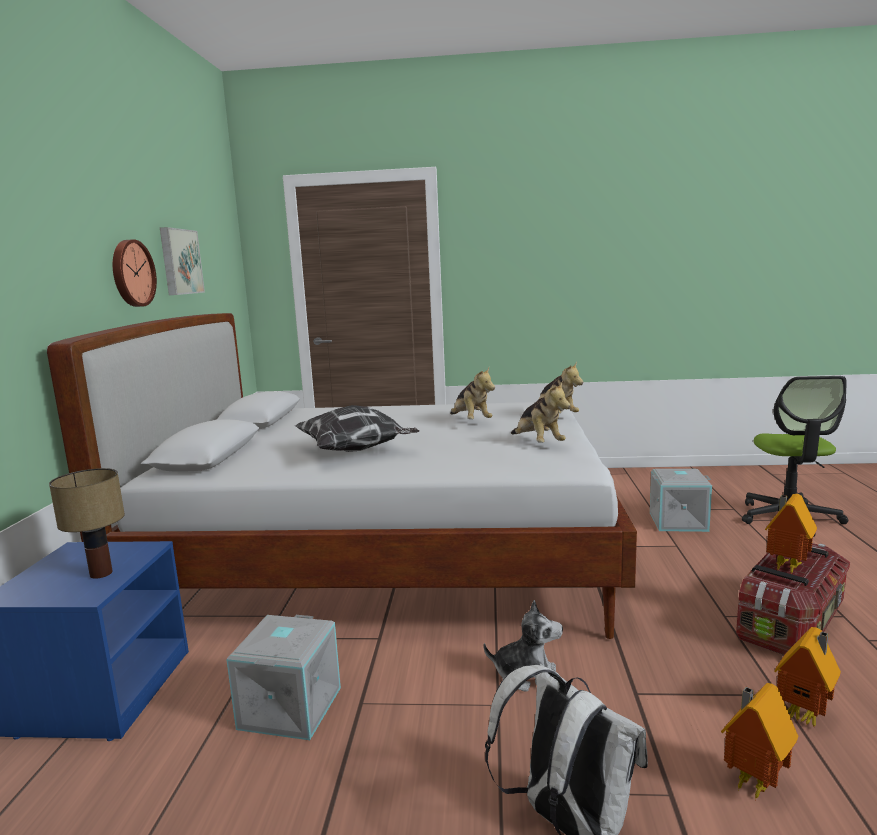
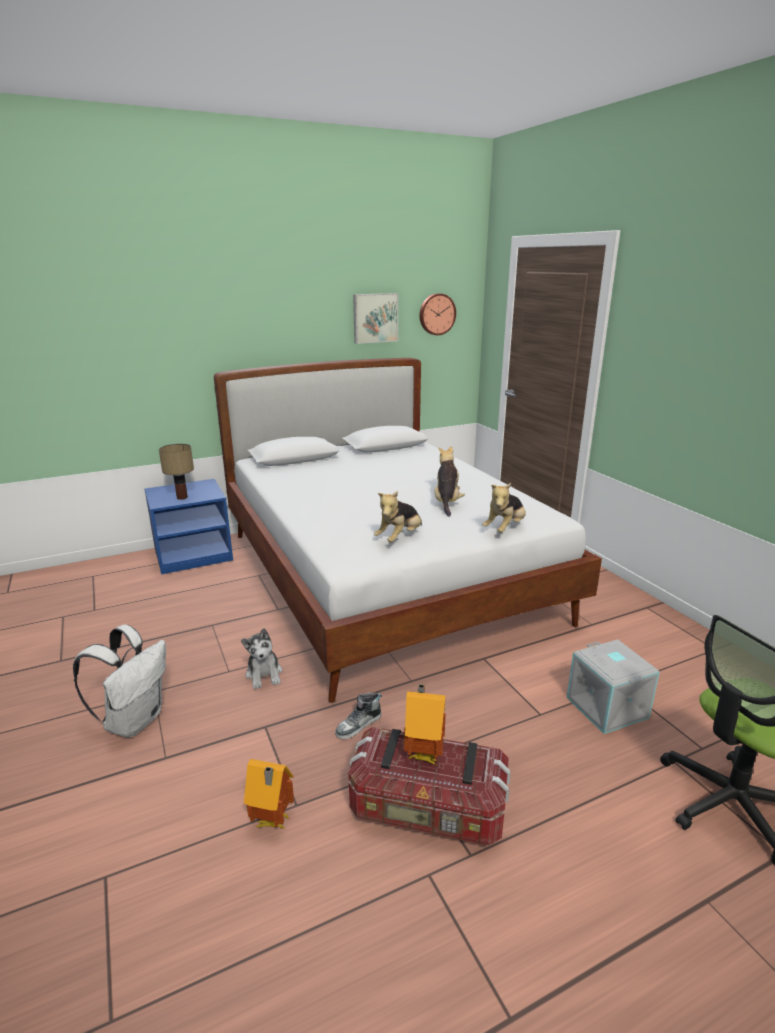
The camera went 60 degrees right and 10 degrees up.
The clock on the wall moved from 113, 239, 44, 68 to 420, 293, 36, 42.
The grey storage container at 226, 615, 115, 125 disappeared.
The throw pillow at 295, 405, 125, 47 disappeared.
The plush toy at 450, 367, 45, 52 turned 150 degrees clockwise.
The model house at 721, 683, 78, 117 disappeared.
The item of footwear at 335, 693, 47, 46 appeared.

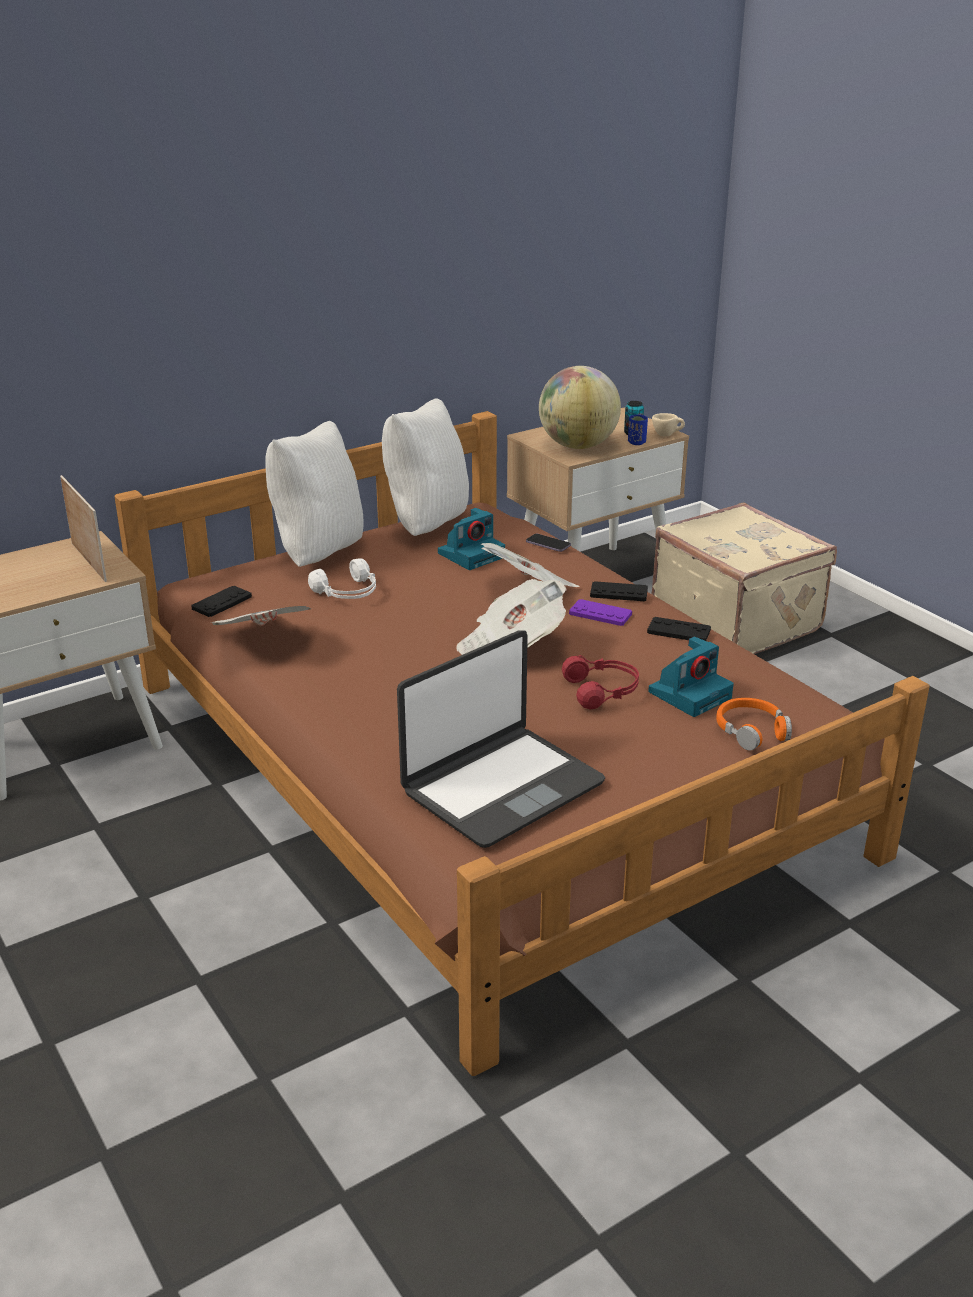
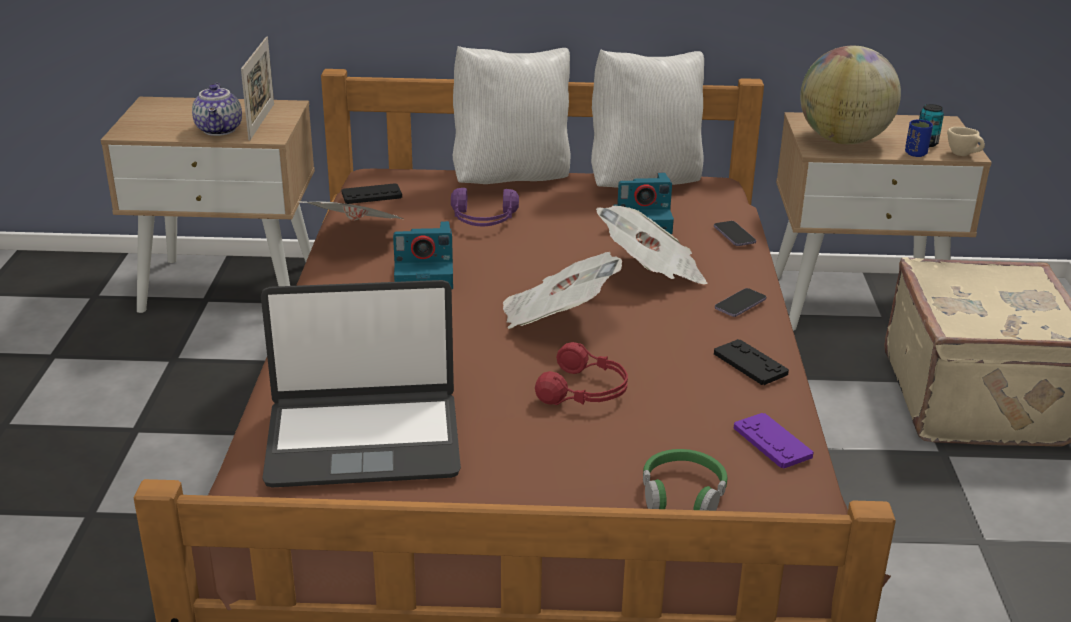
The camera went 35 degrees right and 0 degrees up.
The white-coloured headphones at 308, 558, 68, 41 became the purple headphones at 451, 188, 68, 38.
The purple gamepad moved from 569, 599, 63, 27 to 733, 413, 80, 55.
The black gamepad at 590, 581, 58, 20 was replaced by the telephone at 715, 288, 51, 29.
The still camera moved from 648, 637, 86, 80 to 393, 221, 60, 68.
The orange-coloured headphones at 716, 698, 76, 53 became the green-coloured headphones at 643, 449, 84, 62.
The tea pot at 192, 83, 50, 53 appeared.

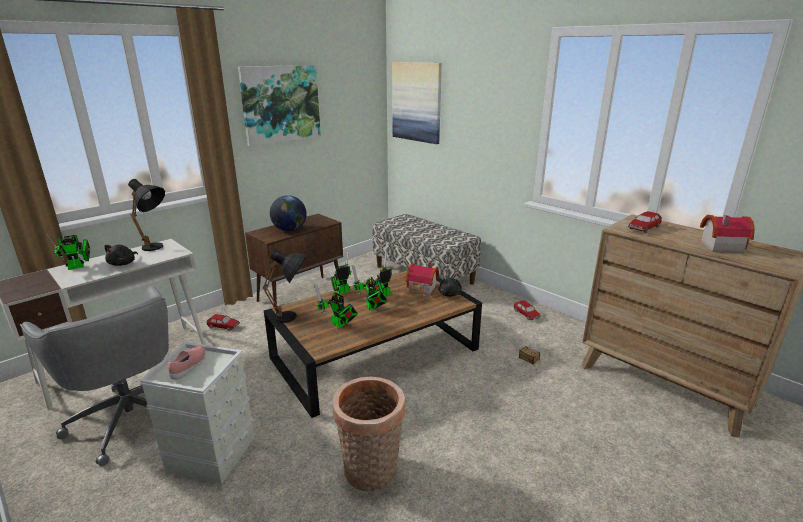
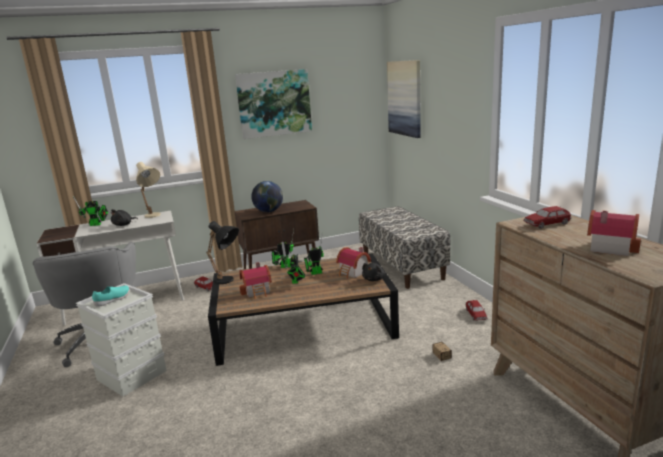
The camera went 25 degrees right and 5 degrees down.
The black table lamp at 128, 179, 37, 72 became the sand-coloured table lamp at 136, 162, 25, 56.
The pink-coloured item of footwear at 168, 345, 38, 35 became the turquoise-coloured item of footwear at 92, 285, 38, 21.
The toy robot at 314, 284, 44, 44 was replaced by the model house at 239, 262, 33, 37.
The storage basket at 333, 376, 72, 116 disappeared.

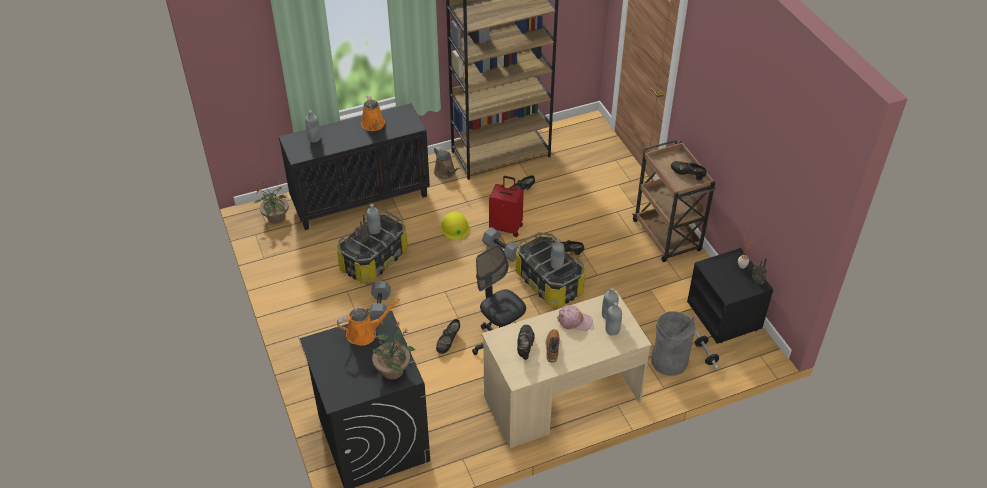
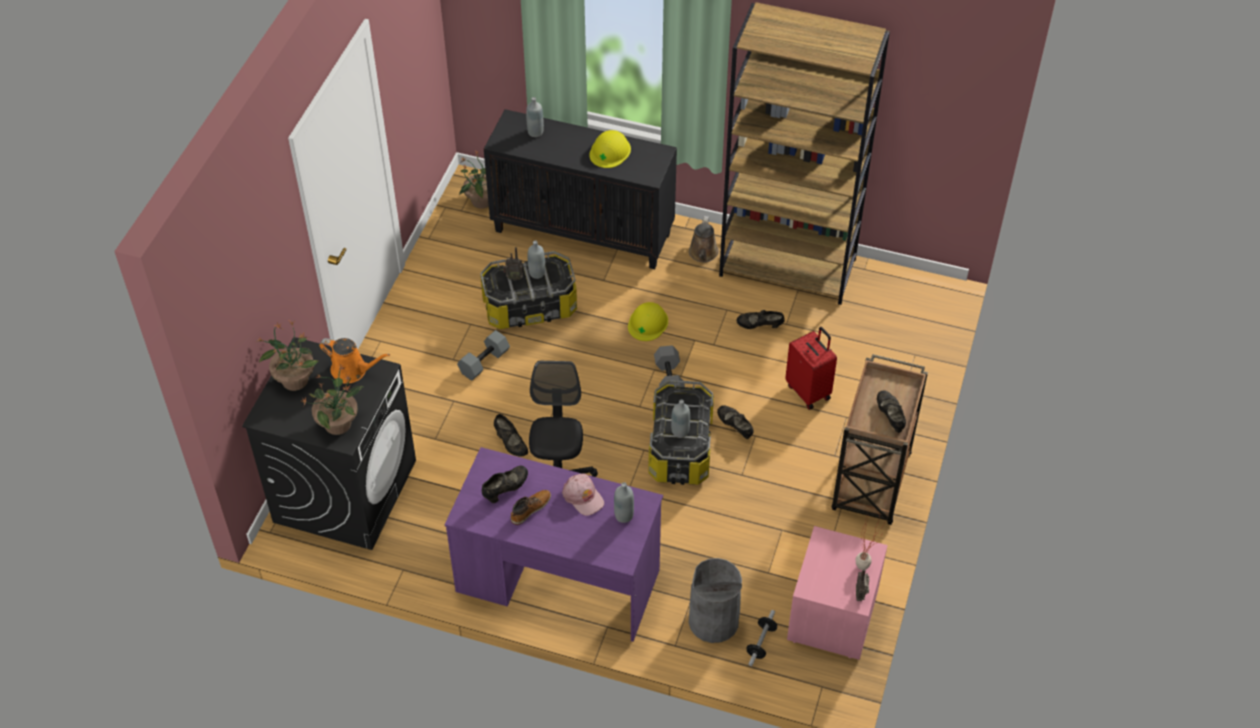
The camera went 40 degrees right and 5 degrees up.
The orange-coloured watering pot at 361, 95, 24, 36 was replaced by the yellow hard hat at 589, 130, 42, 38.
The black item of footwear at 436, 319, 24, 35 turned 105 degrees counterclockwise.
The sand-coloured desk at 482, 291, 170, 157 became the purple desk at 445, 447, 218, 195.
The reddish piece of luggage moved from 489, 176, 35, 61 to 785, 327, 52, 83.
The grey drink bottle at 605, 302, 17, 34 disappeared.
The black nightstand at 687, 248, 87, 96 became the pink-coloured nightstand at 787, 526, 101, 134.
The potted plant at 256, 321, 62, 70 appeared.

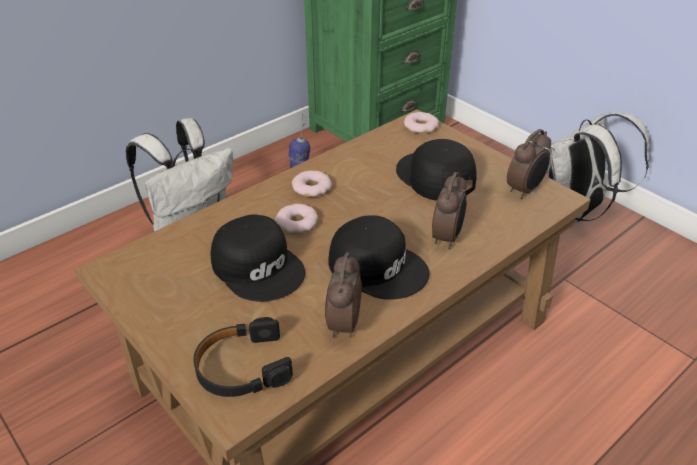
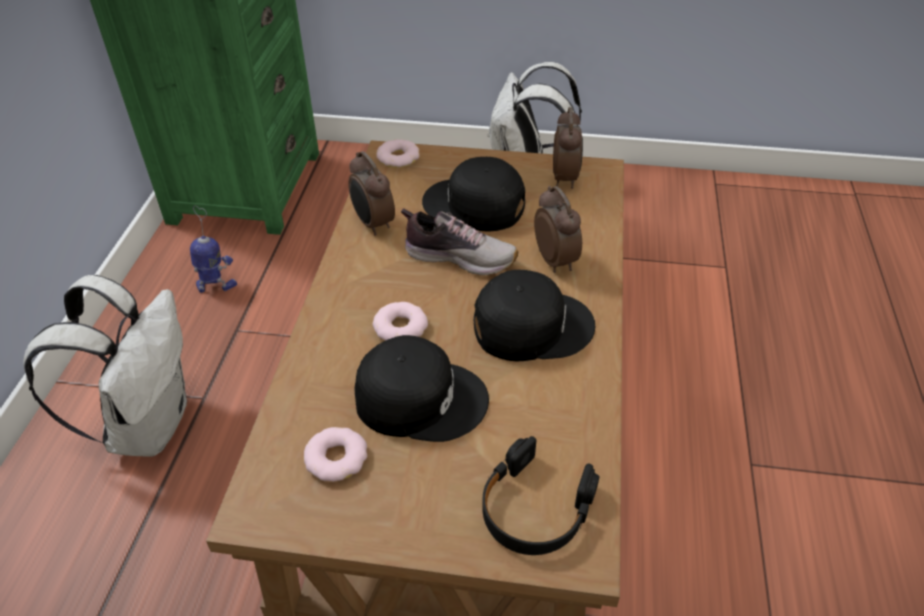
The camera went 40 degrees left and 5 degrees up.
The ring doughnut moved from 292, 170, 40, 27 to 304, 427, 63, 55.
The bedside clock moved from 325, 252, 37, 86 to 348, 151, 47, 85.
The item of footwear at 401, 208, 117, 68 appeared.

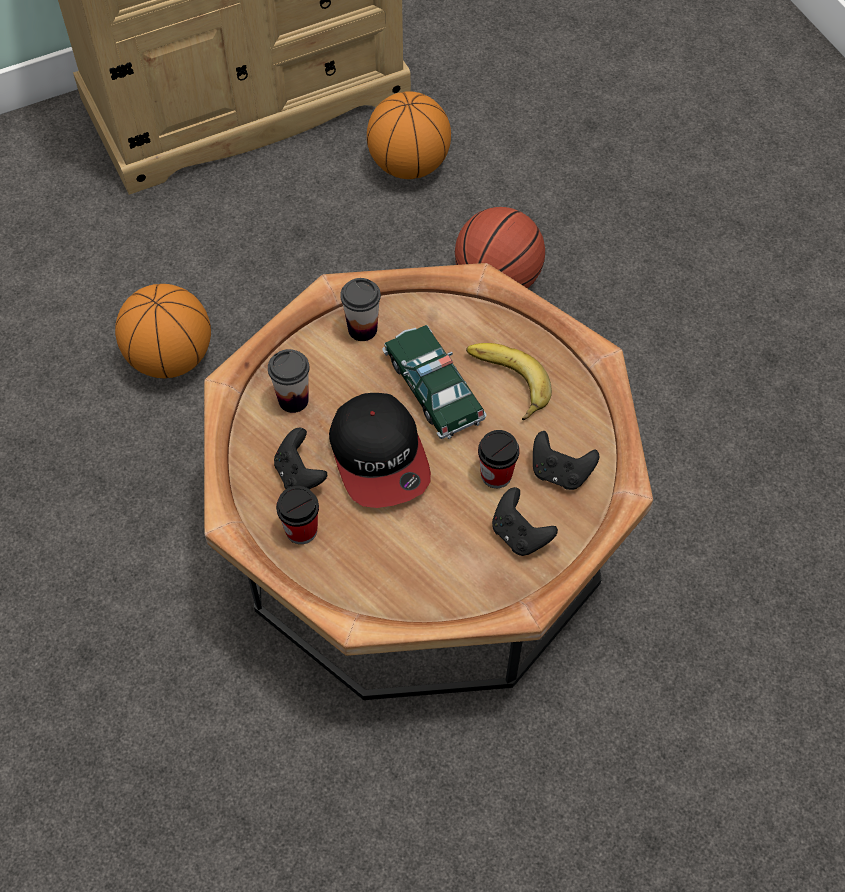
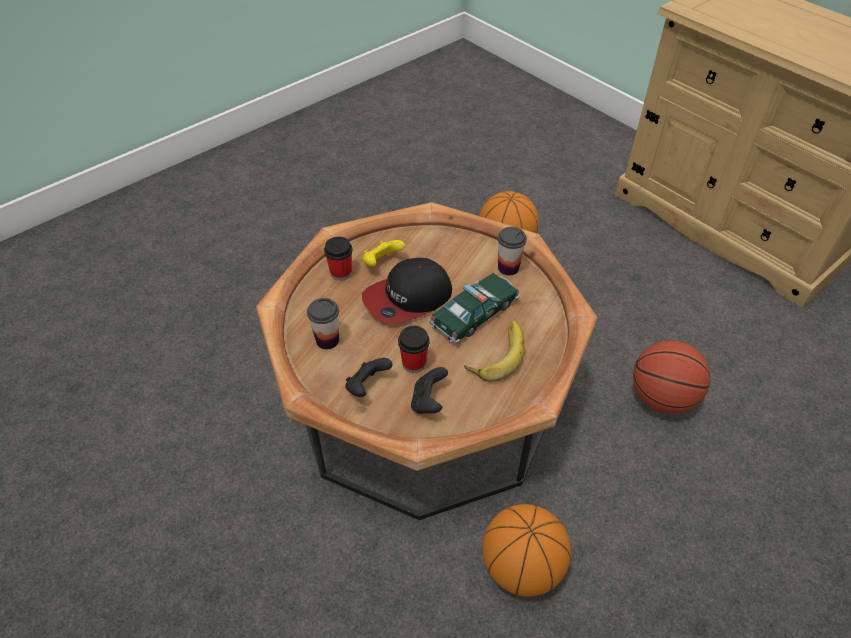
The camera went 75 degrees right and 10 degrees down.
The cup moved from 268, 349, 42, 64 to 307, 298, 32, 51.
The black gamepad at 274, 427, 53, 62 became the yellow gamepad at 362, 240, 43, 26.
The ball for basketball moved from 367, 91, 84, 88 to 482, 504, 89, 93.

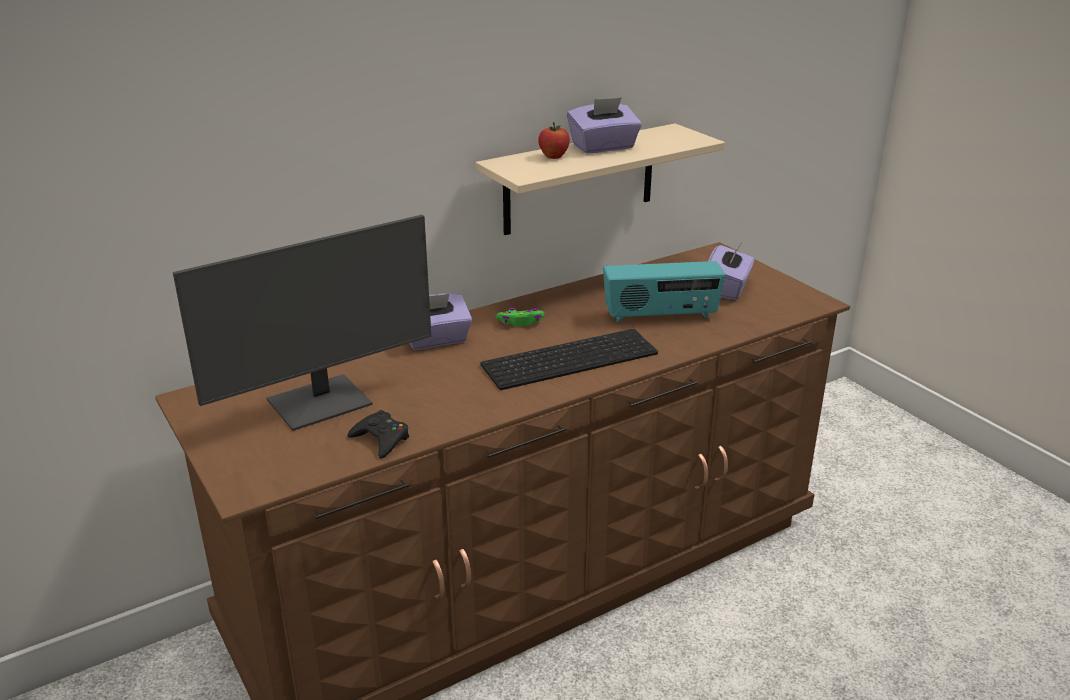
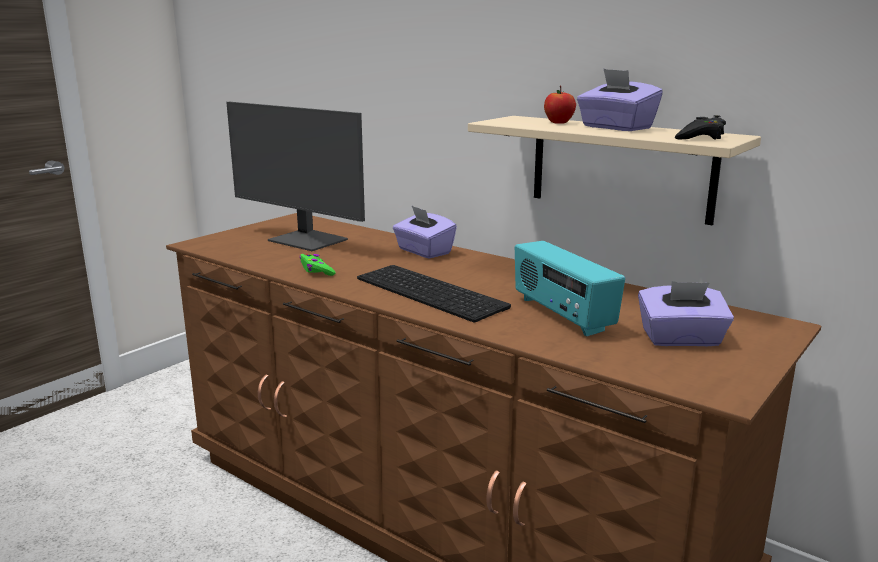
The camera went 70 degrees right and 10 degrees down.
The black gamepad moved from 348, 410, 61, 48 to 675, 115, 51, 25.
The green-coloured gamepad moved from 496, 308, 49, 18 to 300, 254, 36, 22.

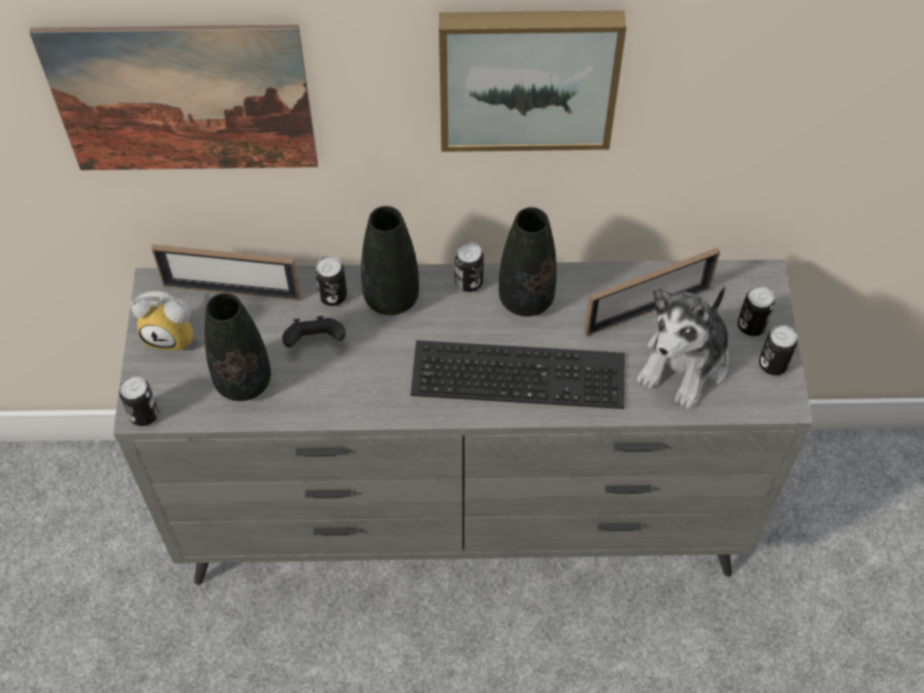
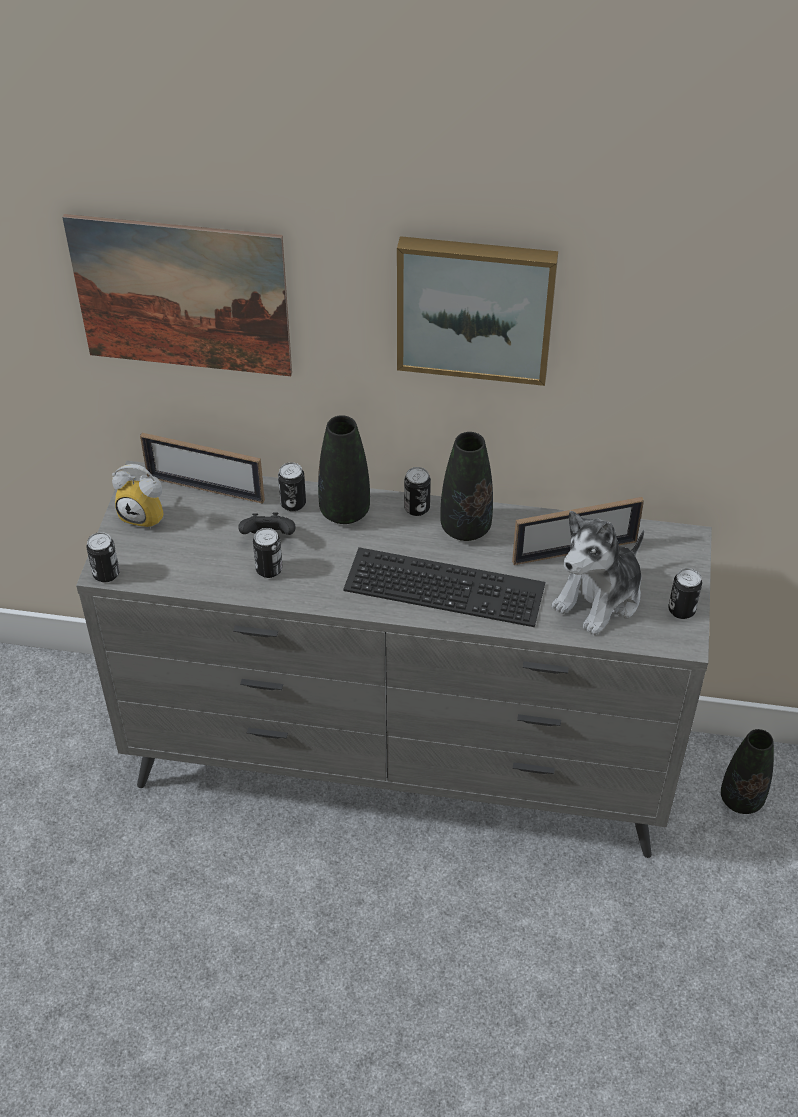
The camera went 10 degrees right and 10 degrees down.
The black flower vase moved from 205, 293, 66, 108 to 721, 729, 53, 85.
The metal can moved from 738, 286, 37, 50 to 253, 528, 30, 50.

